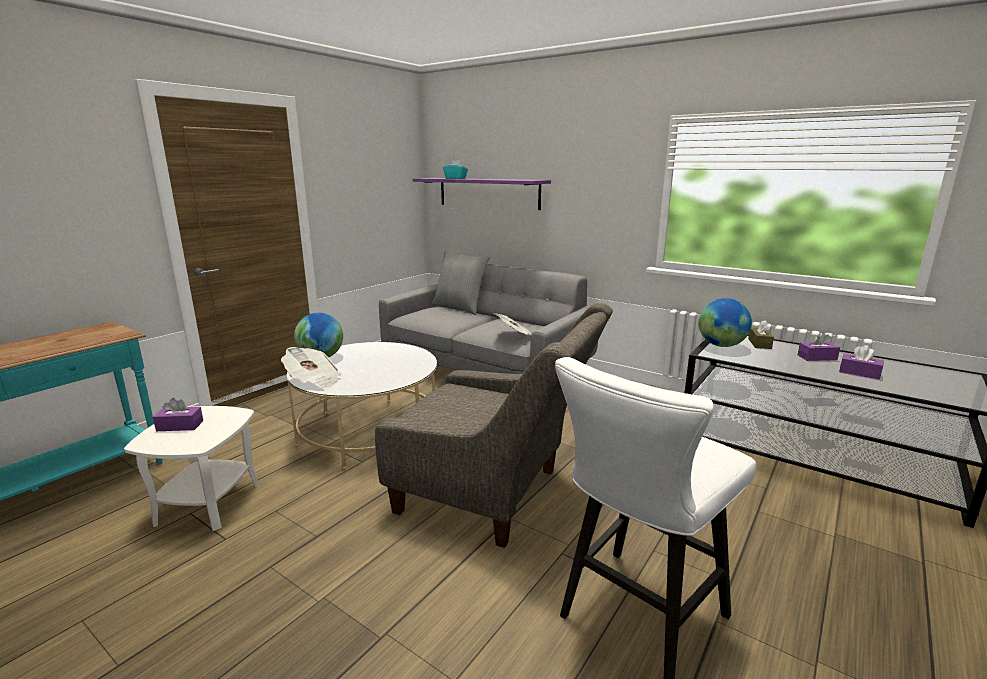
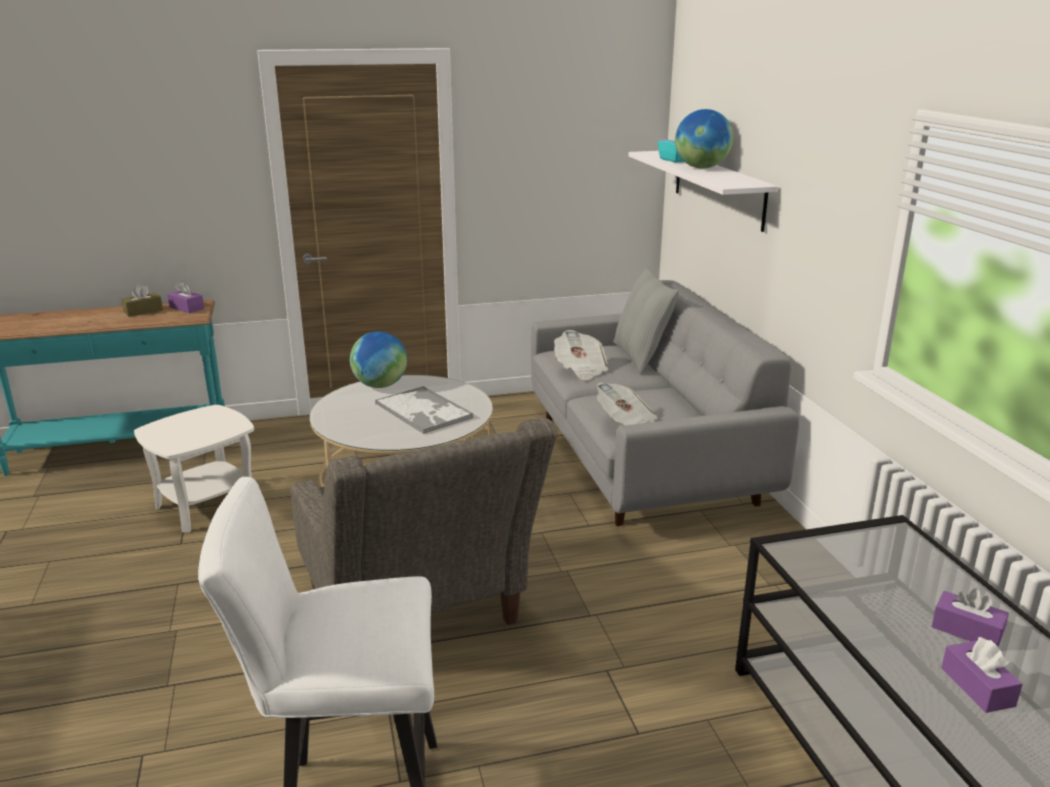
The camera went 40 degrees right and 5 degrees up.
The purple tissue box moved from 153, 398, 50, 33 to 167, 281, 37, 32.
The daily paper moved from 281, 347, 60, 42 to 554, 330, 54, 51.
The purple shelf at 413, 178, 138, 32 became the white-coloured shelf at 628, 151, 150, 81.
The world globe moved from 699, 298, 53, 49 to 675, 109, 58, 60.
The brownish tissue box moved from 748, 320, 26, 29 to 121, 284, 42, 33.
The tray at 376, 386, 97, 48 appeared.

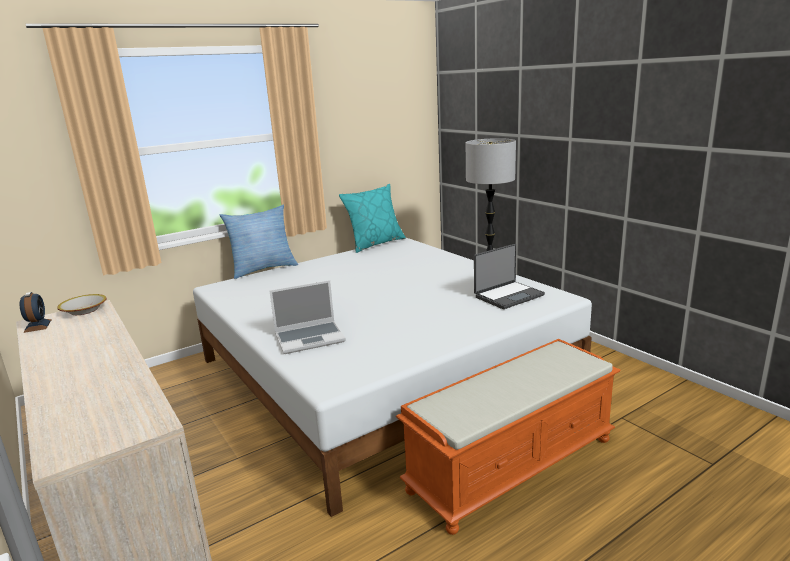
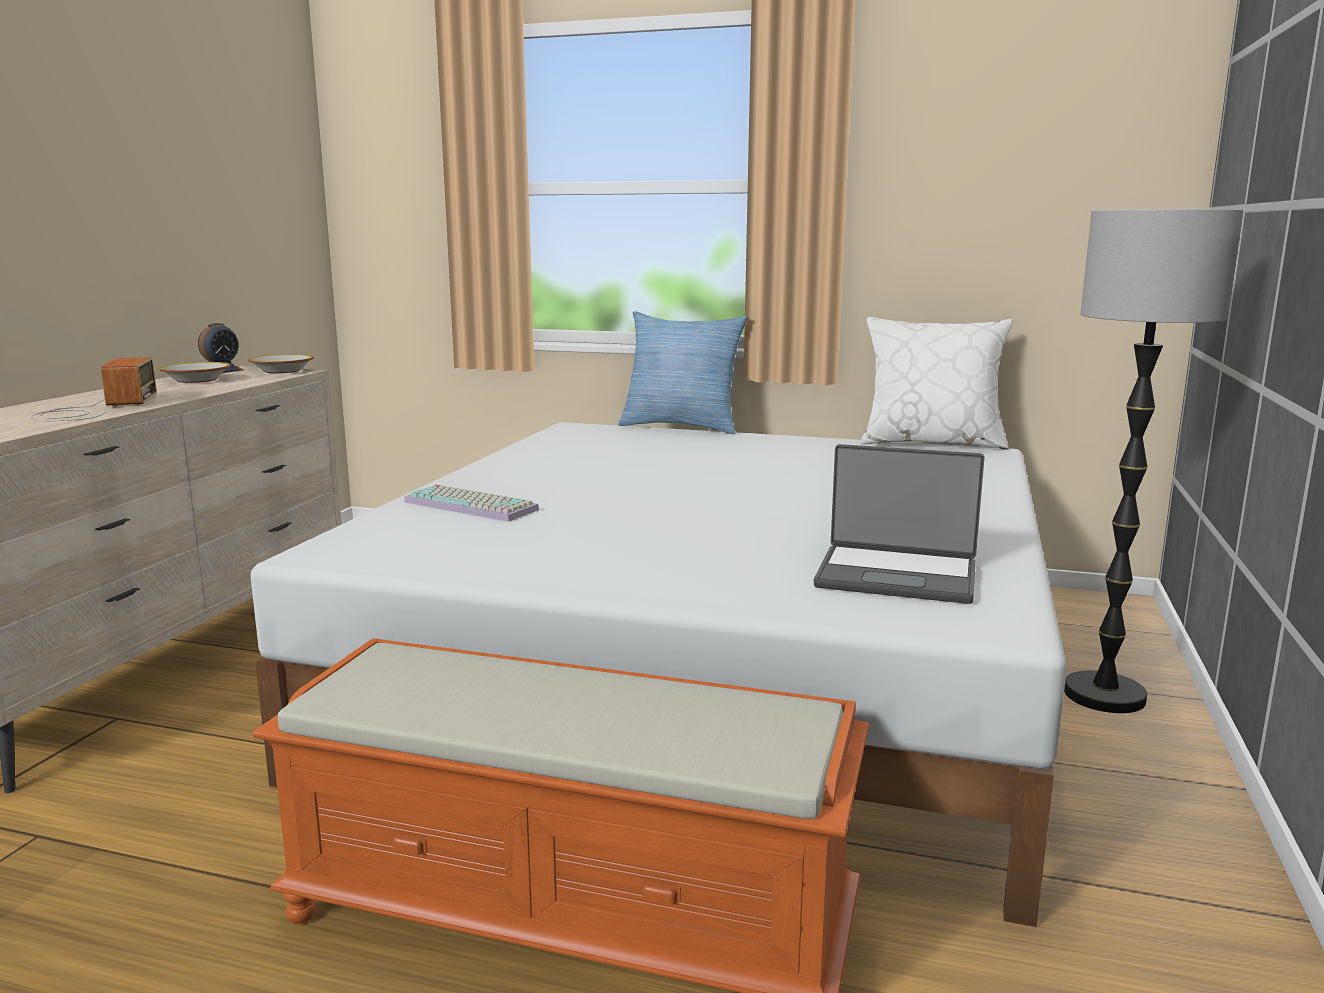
The camera went 50 degrees right and 5 degrees down.
The notebook computer at 269, 280, 77, 74 was replaced by the PC keyboard at 404, 485, 135, 37.
The turquoise-coloured throw pillow at 339, 184, 67, 69 became the white-coloured throw pillow at 860, 317, 153, 133.
The radio set at 31, 357, 126, 64 appeared.
The deep dish at 159, 362, 72, 21 appeared.

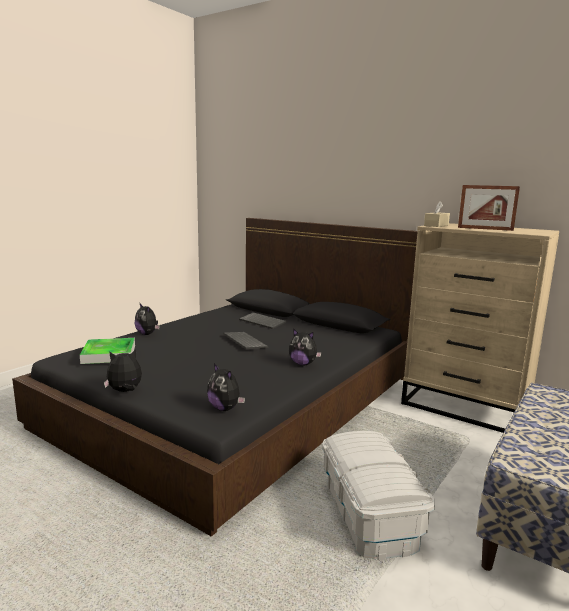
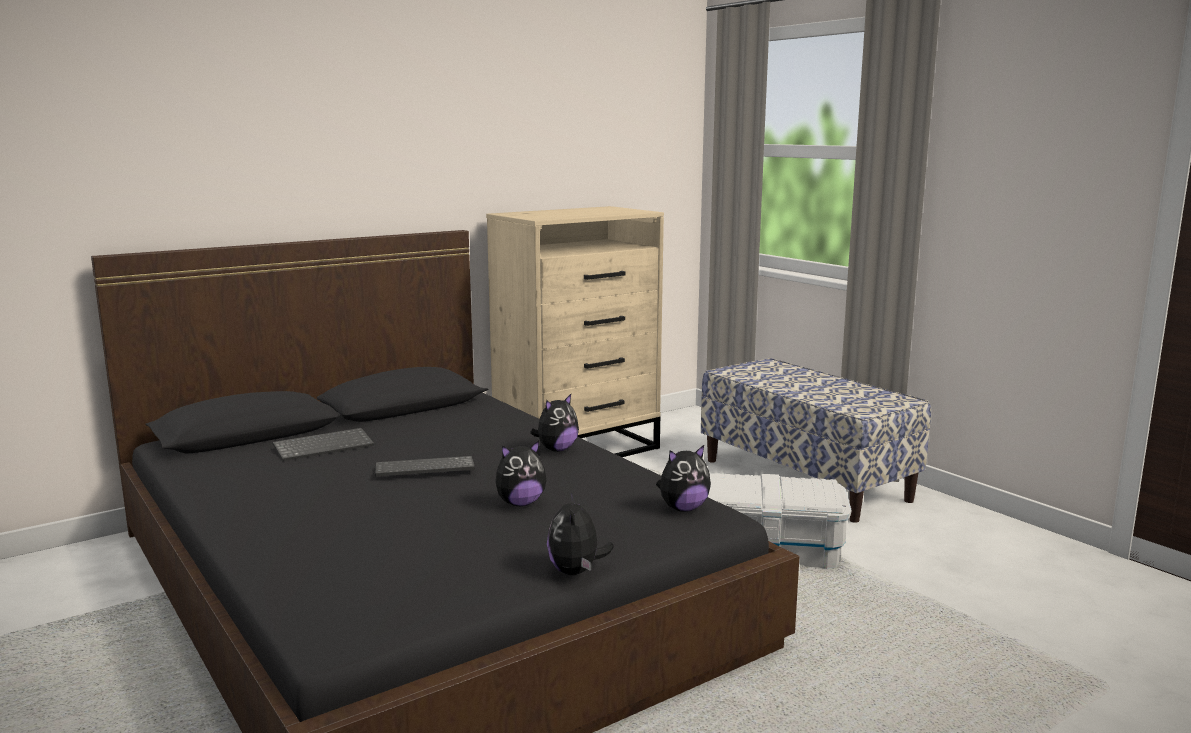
The camera went 70 degrees left and 0 degrees up.
The tray at 80, 338, 55, 26 disappeared.
The plush toy moved from 135, 304, 25, 31 to 495, 441, 51, 65.
The sand-coloured tissue box at 424, 201, 26, 26 disappeared.
The standing frame at 458, 185, 62, 46 disappeared.

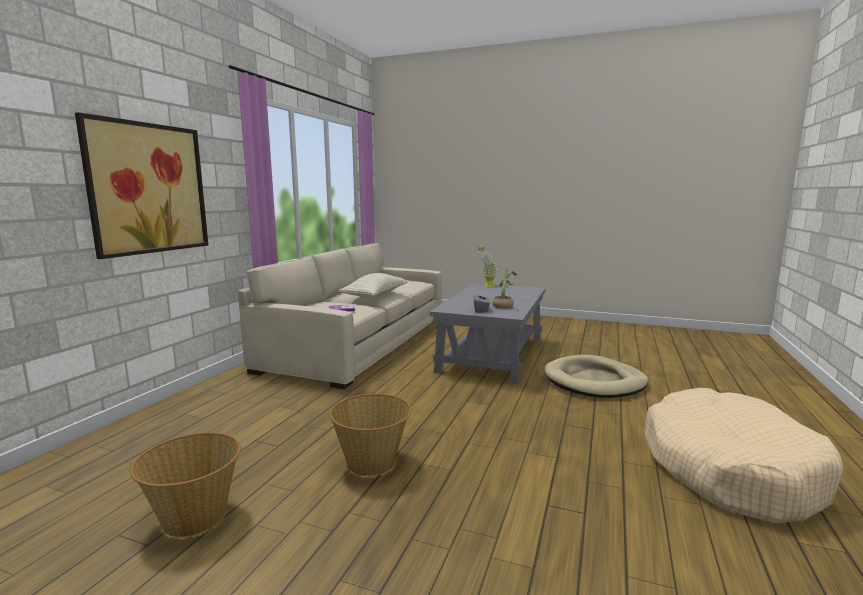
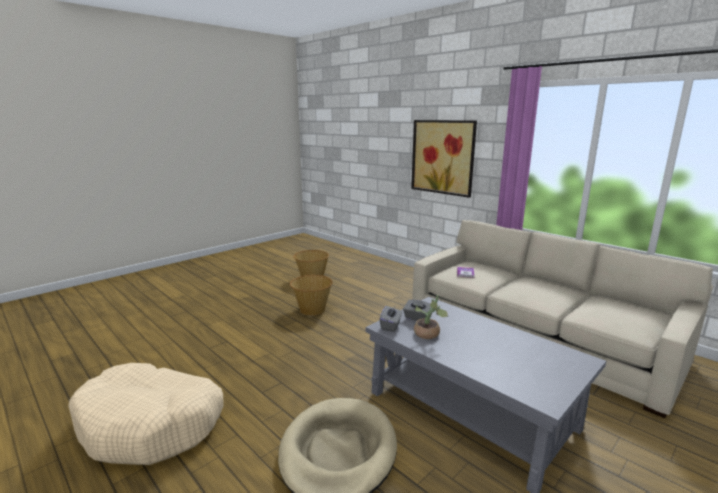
The camera went 115 degrees right and 5 degrees up.
The throw pillow at 339, 273, 69, 25 disappeared.
The potted plant at 477, 245, 19, 42 disappeared.
The grey tissue box at 380, 305, 22, 27 appeared.

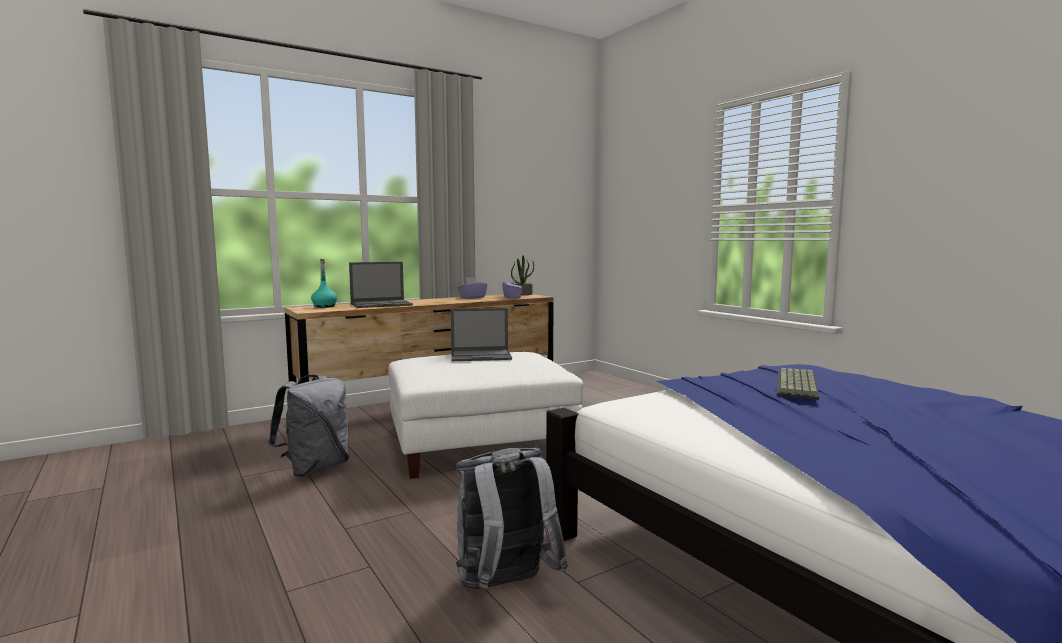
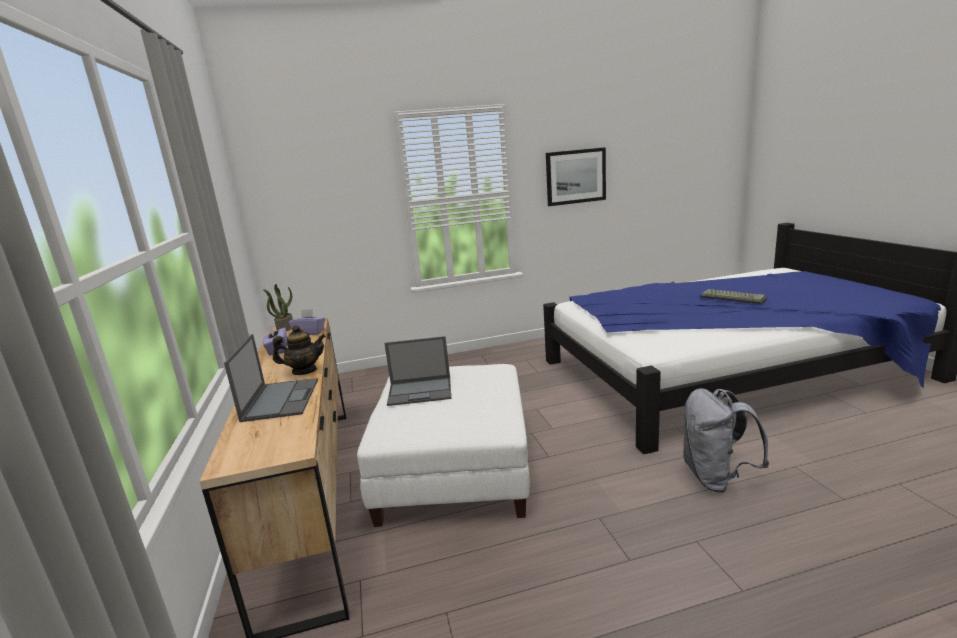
The camera went 70 degrees left and 10 degrees up.
The grey rucksack at 268, 375, 82, 102 disappeared.
The turquoise-coloured drink bottle at 311, 259, 26, 49 disappeared.
The notebook computer at 451, 308, 61, 53 turned 75 degrees clockwise.
The PC keyboard moved from 777, 368, 42, 32 to 700, 289, 67, 15.
The tea pot at 272, 325, 54, 50 appeared.
The picture at 546, 147, 60, 59 appeared.

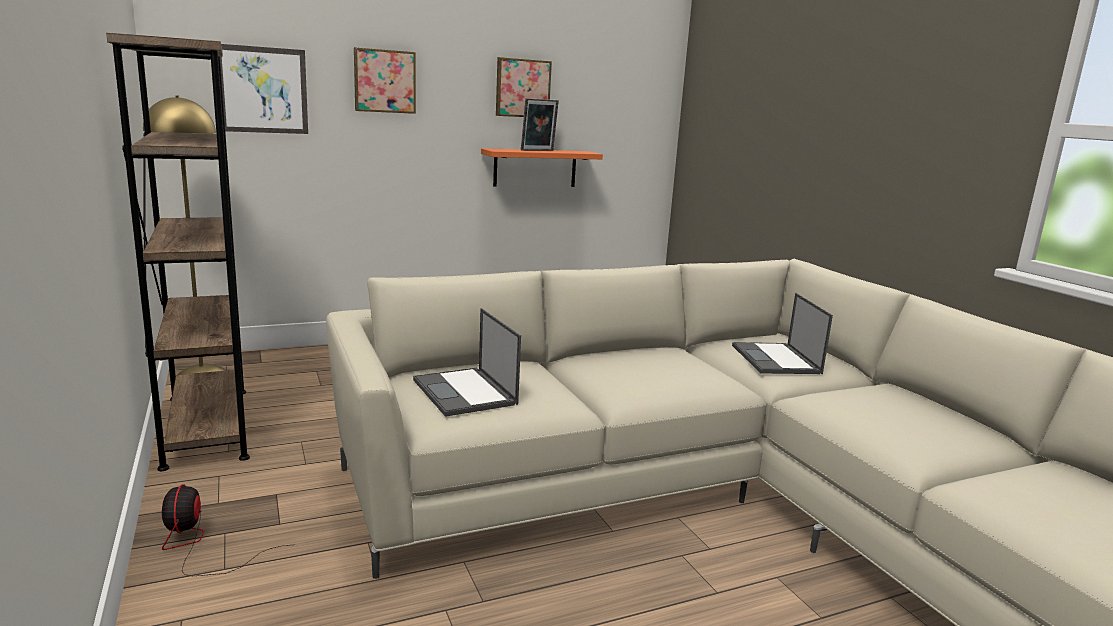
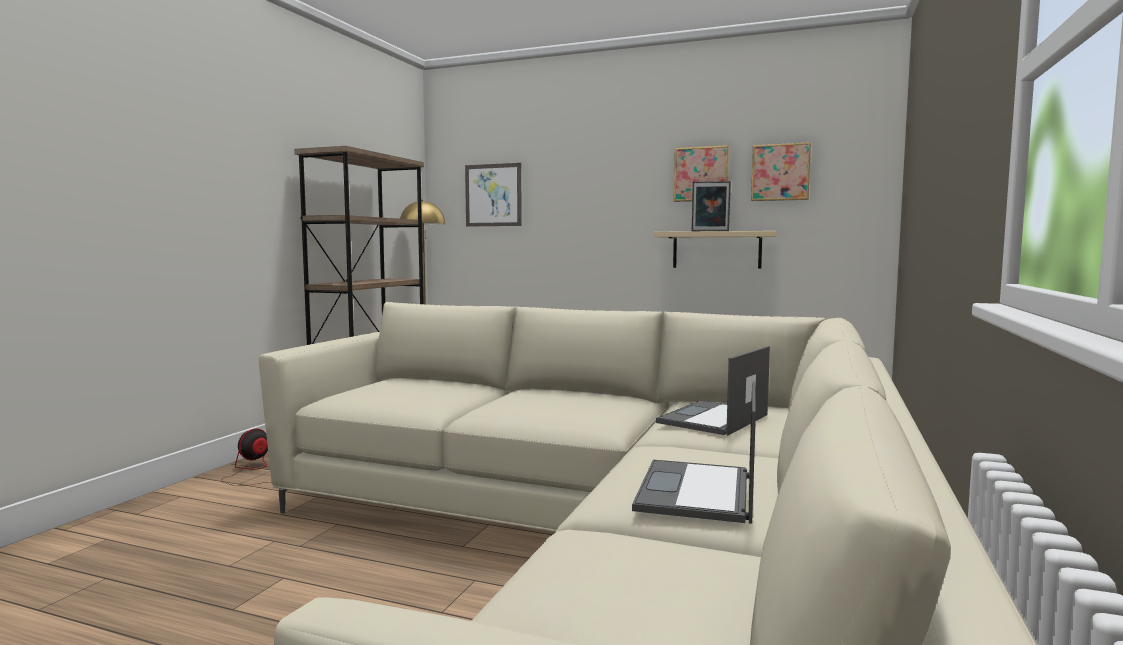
The camera went 45 degrees right and 10 degrees down.
The picture moved from 354, 47, 62, 67 to 751, 142, 60, 59.
The notebook computer moved from 413, 308, 108, 109 to 632, 381, 124, 143.
The orange-coloured shelf at 481, 148, 122, 39 became the sand-coloured shelf at 654, 231, 123, 38.

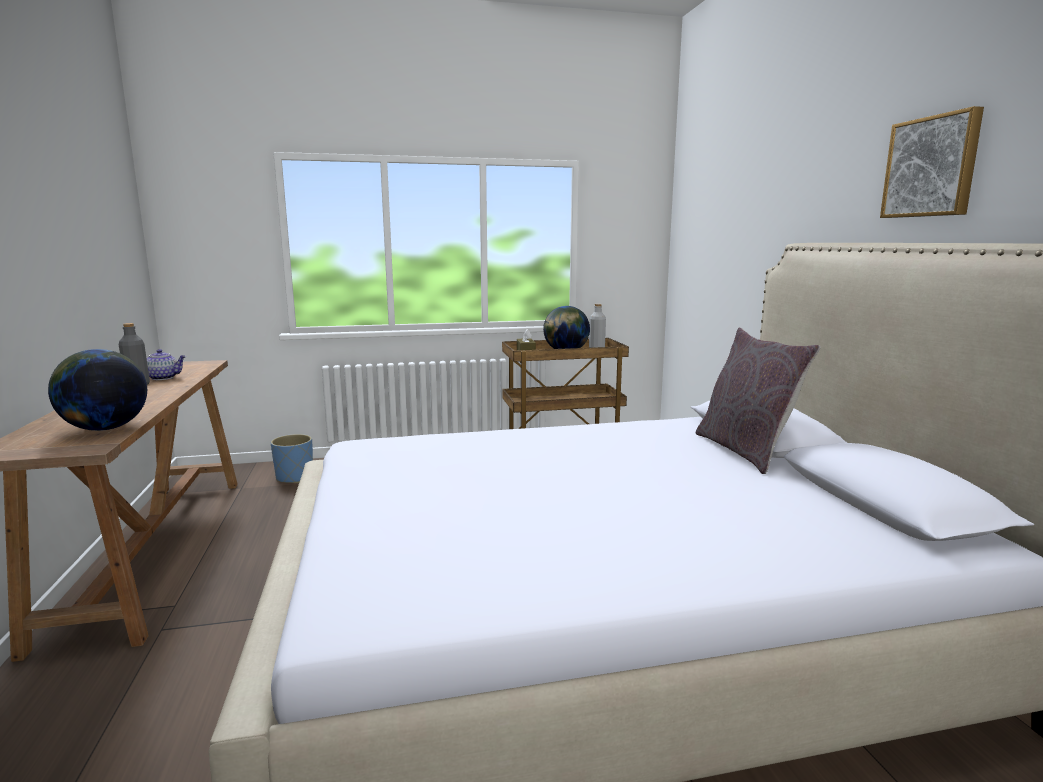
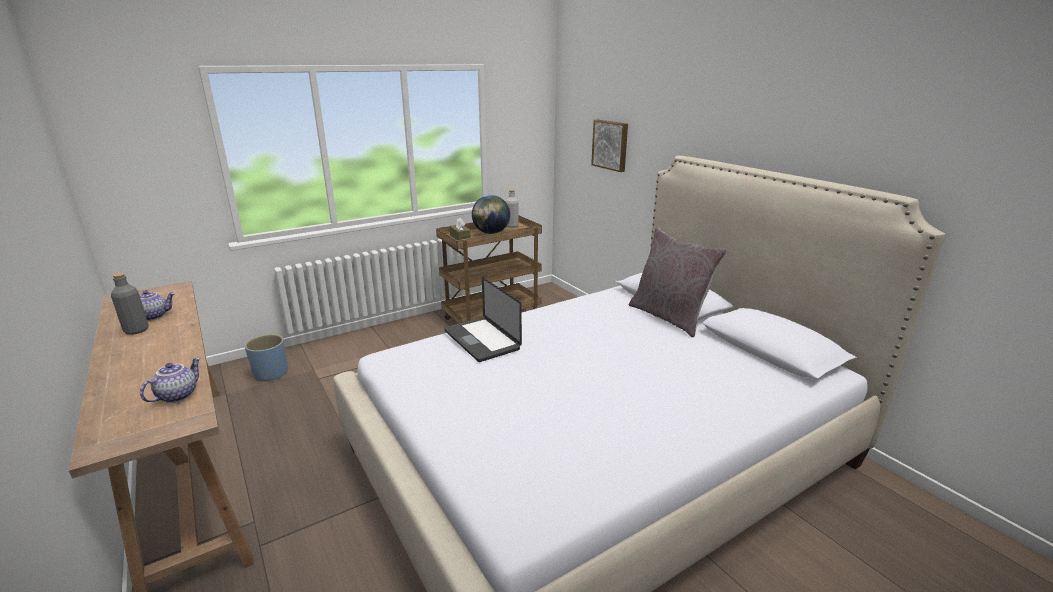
The camera went 20 degrees left and 10 degrees up.
The world globe at 48, 349, 99, 82 was replaced by the tea pot at 140, 358, 61, 45.
The picture moved from 880, 106, 104, 112 to 591, 120, 37, 52.
The notebook computer at 444, 277, 78, 85 appeared.

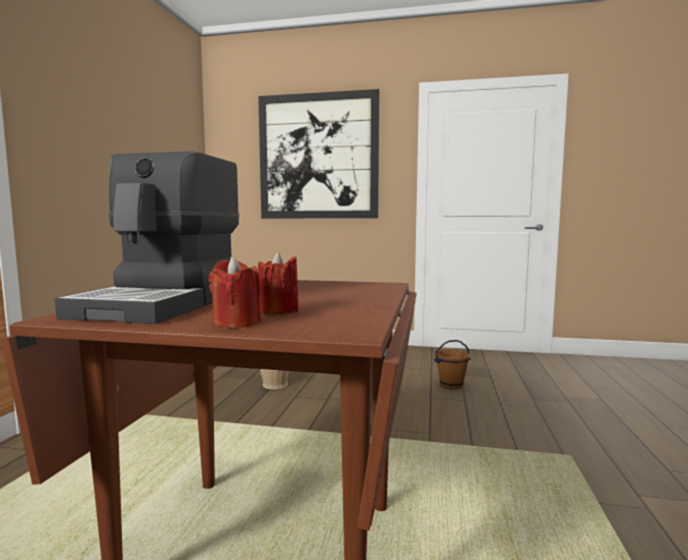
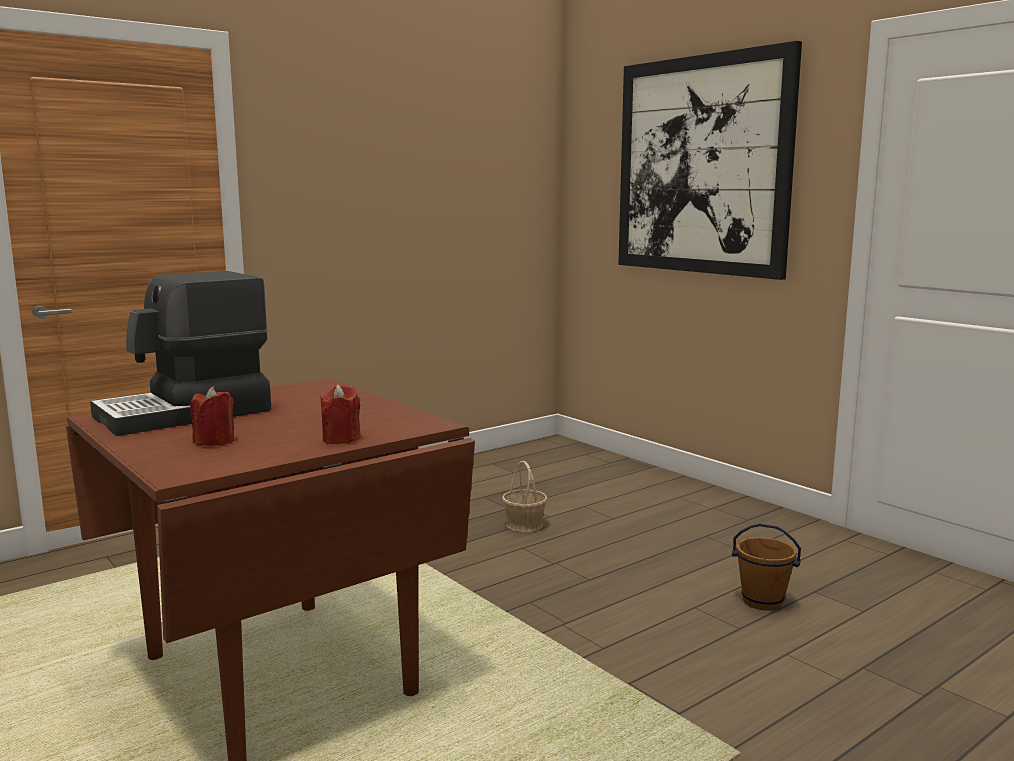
The camera went 40 degrees right and 5 degrees up.
The reddish wax light moved from 208, 256, 53, 73 to 320, 385, 41, 59.

